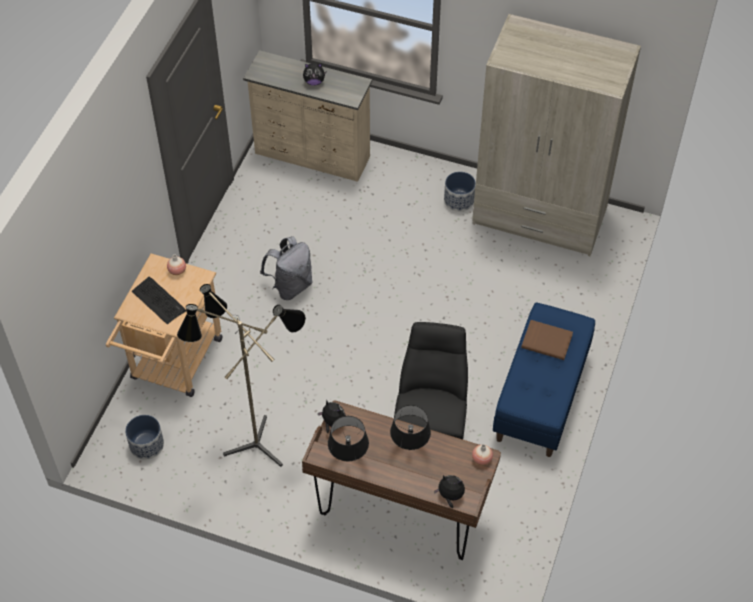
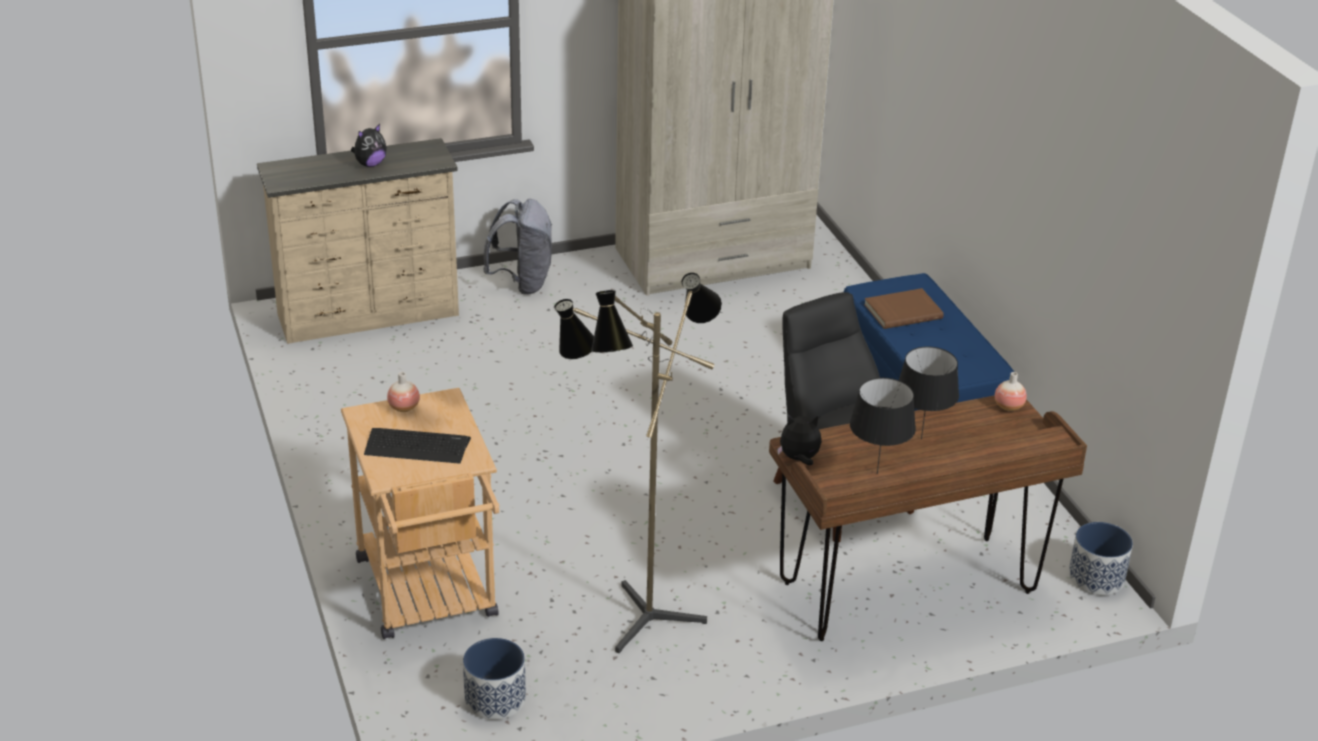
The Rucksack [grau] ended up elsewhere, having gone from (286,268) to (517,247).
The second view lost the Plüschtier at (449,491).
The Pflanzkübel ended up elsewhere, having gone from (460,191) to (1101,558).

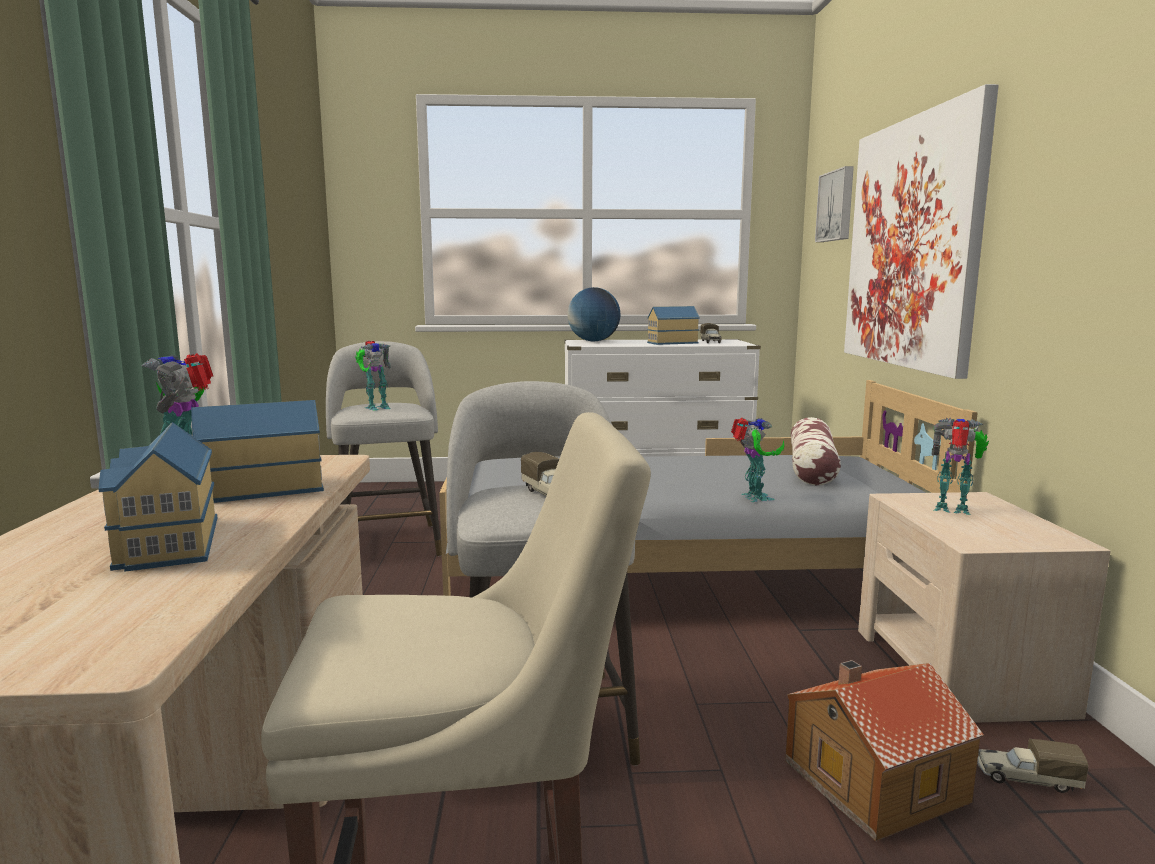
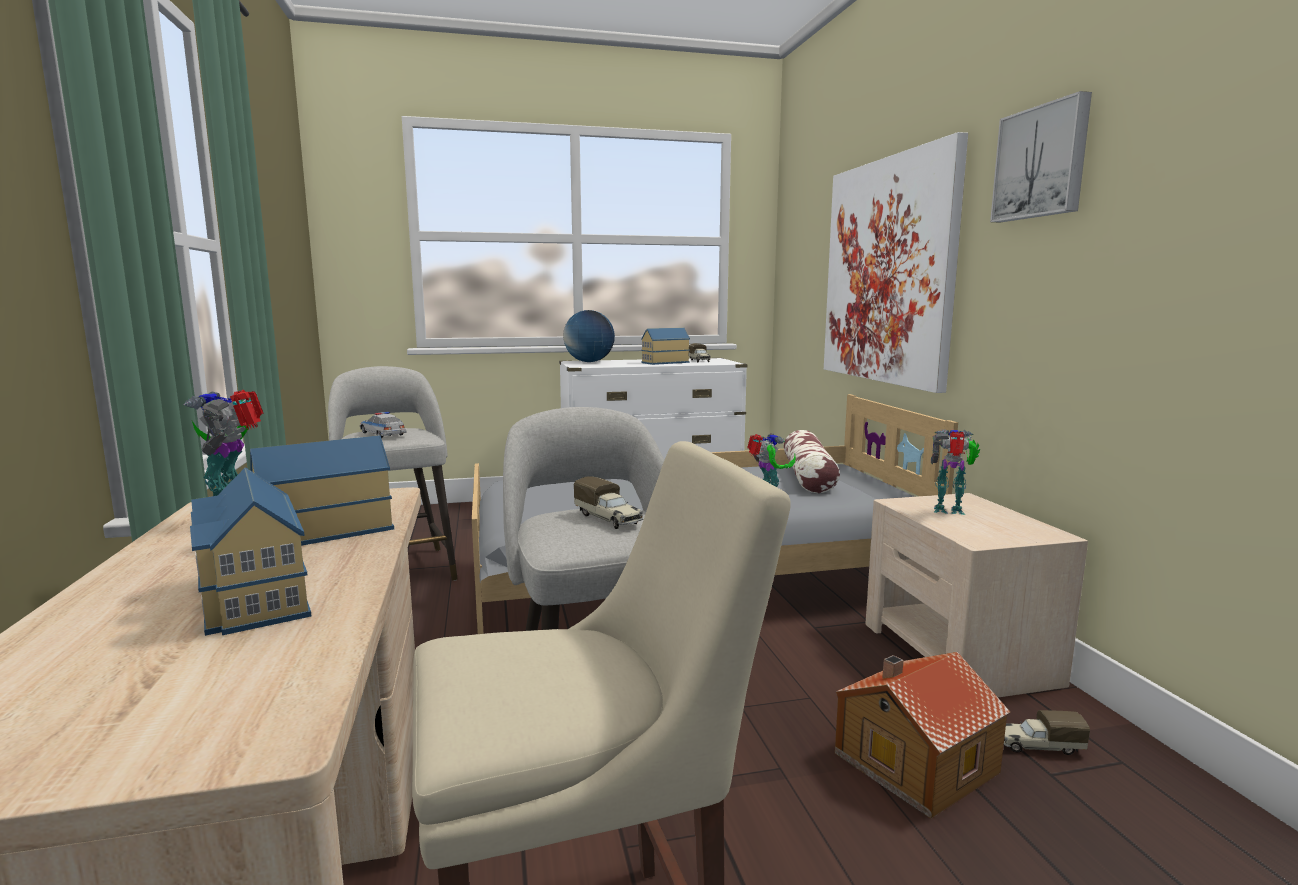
Where the Spielzeugroboter stood at (373,376), the Spielzeugauto came to stand at (383,425).
The Bild ended up elsewhere, having gone from (834,204) to (1041,156).

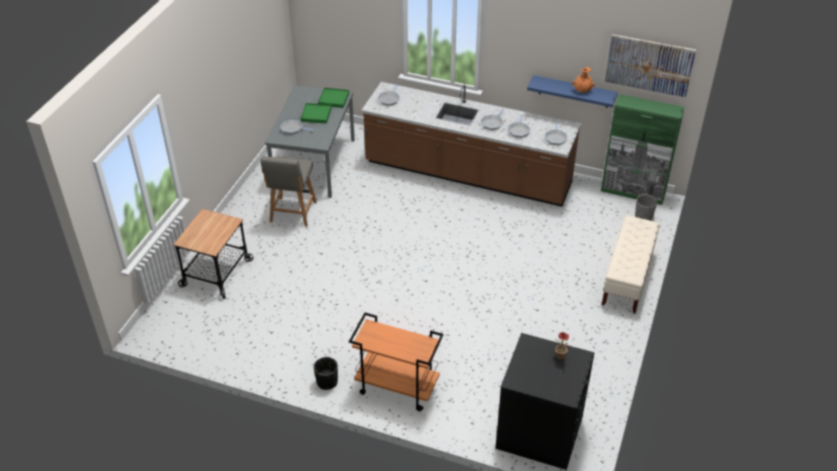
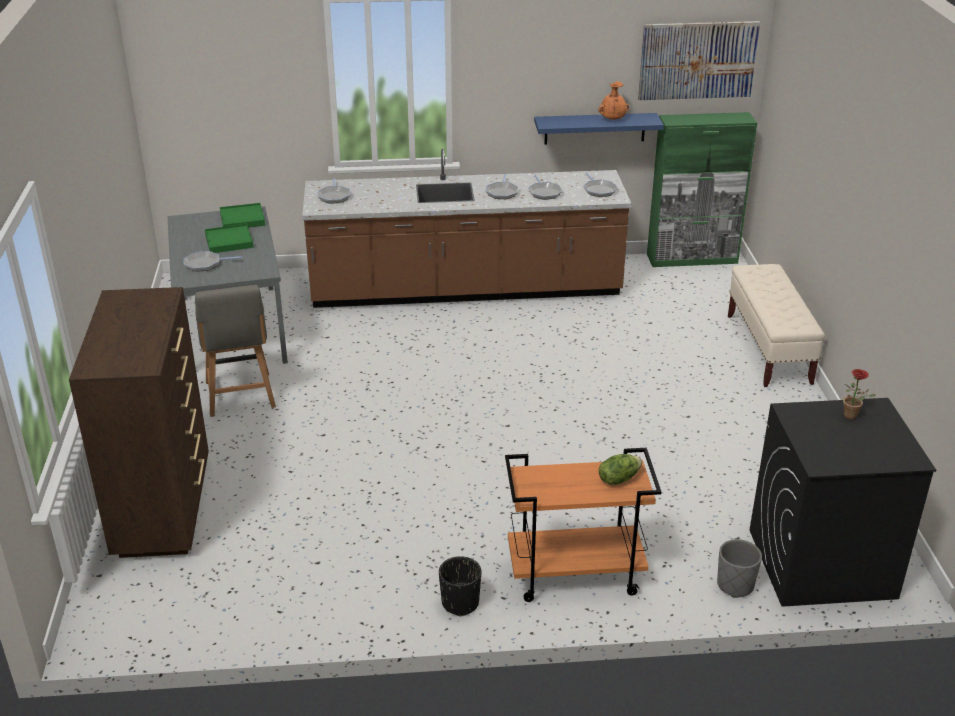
Where the Rollwagen stood at (213,254), the Kommode [braun] came to stand at (139,422).
The Pflanzkübel [grau] ended up elsewhere, having gone from (646,207) to (739,568).
The second view gained the Salatkopf at (620,469).

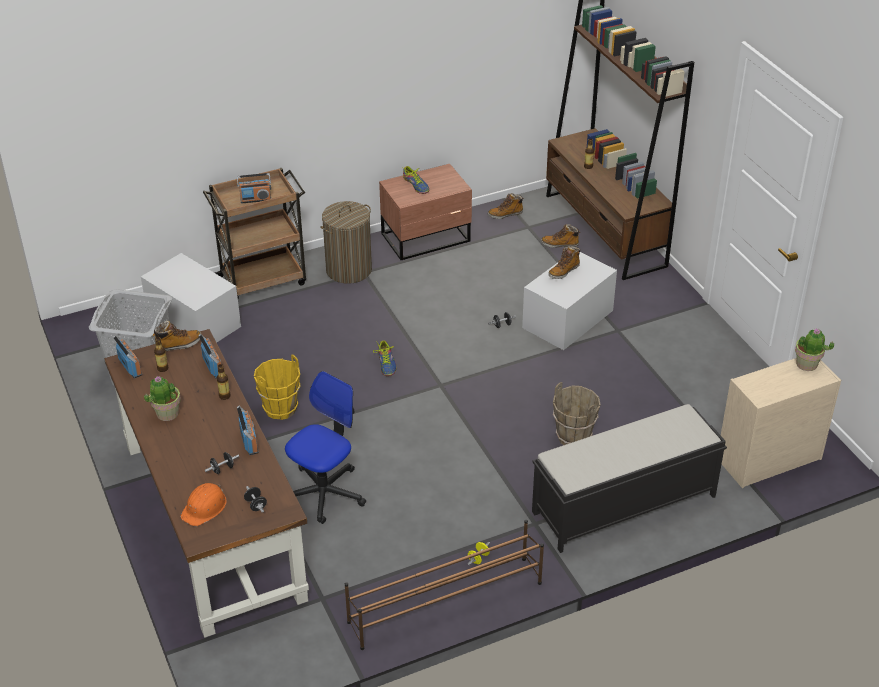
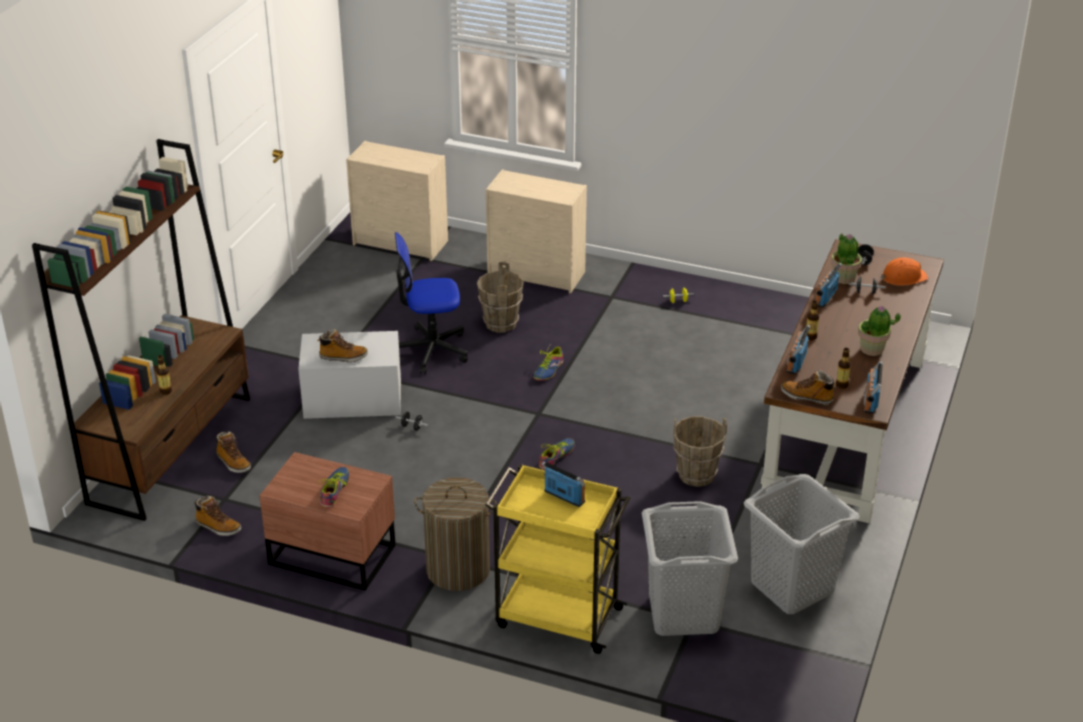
Where the Aufbewahrungsbox [weiß] stood at (191,297), the Wäschekorb [grau] came to stand at (690,568).
What was the Rollwagen [braun] at (254,233) turned into the Rollwagen [gelb] at (557,559).
What was the Eimer [gelb] at (277,387) turned into the Eimer [braun] at (700,451).
The Bürostuhl ended up elsewhere, having gone from (325,447) to (431,303).
The second view lost the Schuhregal [braun] at (444,585).
Where the Bank [schwarz] stood at (629,478), the Kommode [beige] came to stand at (536,231).
The Topfpflanze ended up elsewhere, having gone from (814,349) to (846,258).
The second view gained the Schuh at (548,363).

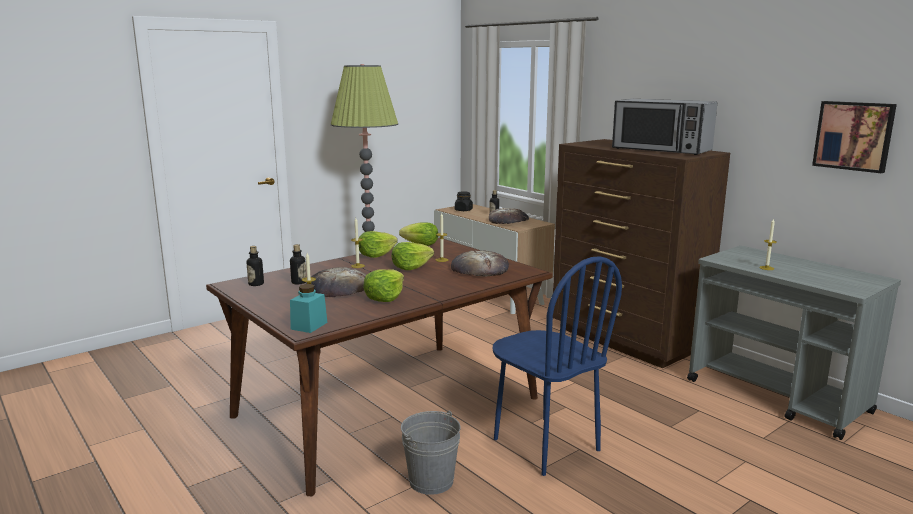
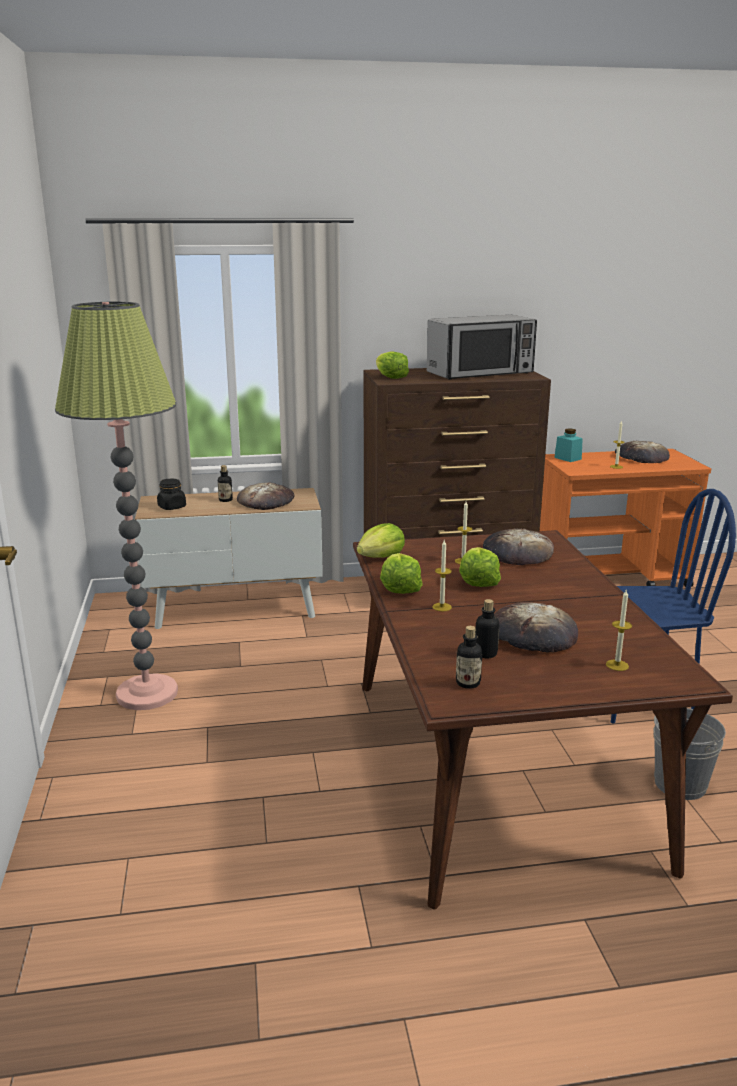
The Vorratsglas [türkis] ended up elsewhere, having gone from (308,308) to (568,445).
The Salatkopf ended up elsewhere, having gone from (383,286) to (392,365).
What was the Rollwagen [grau] at (794,343) turned into the Rollwagen [orange] at (625,518).
The second view lost the Bild at (854,137).
The second view gained the Brot at (642,452).

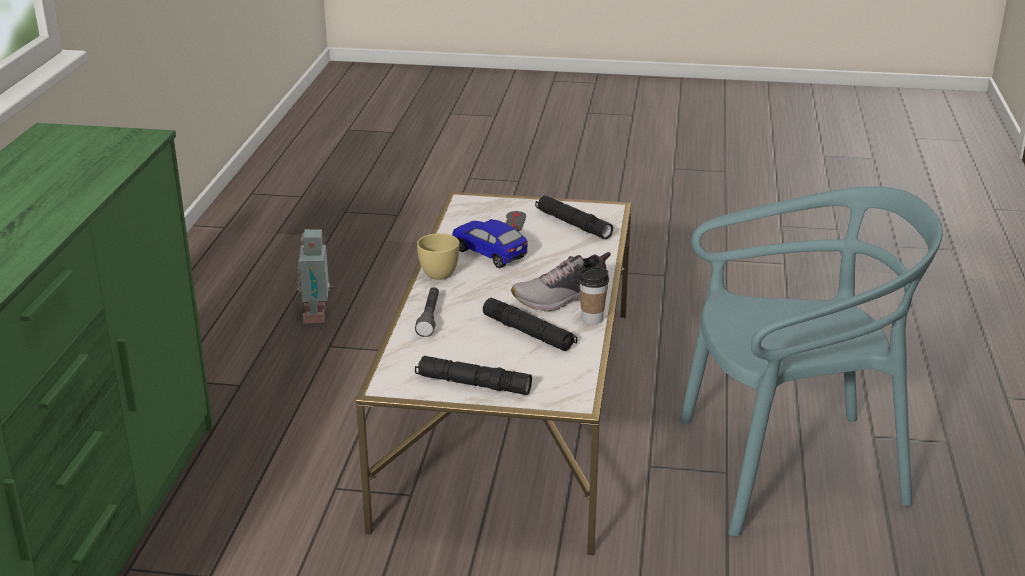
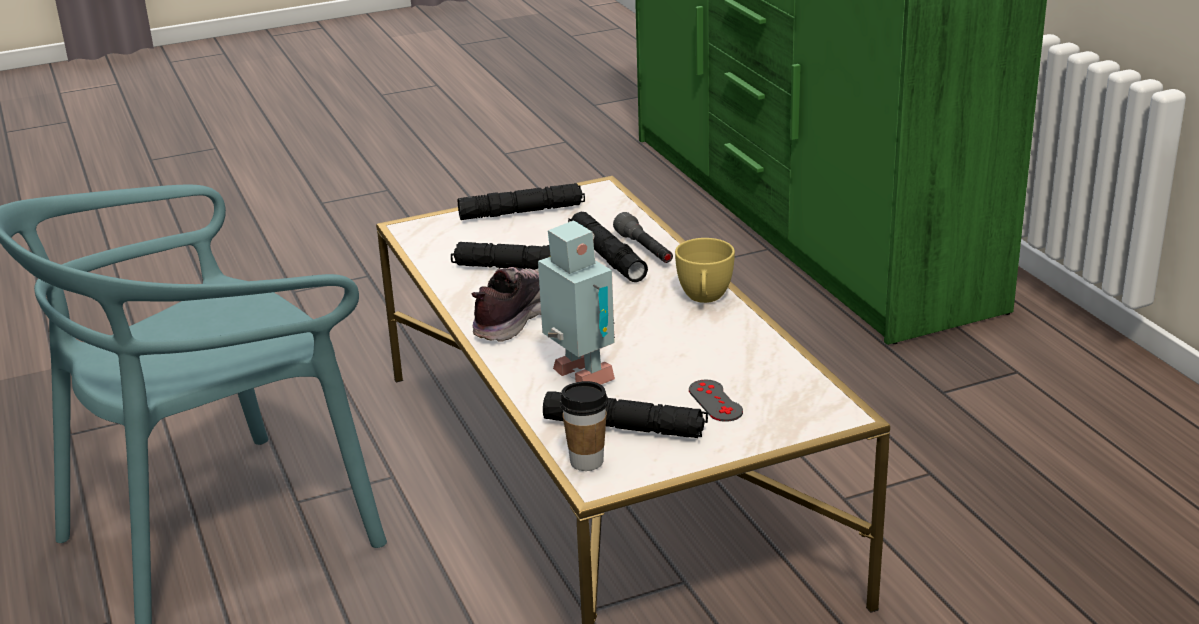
The Spielzeugroboter ended up elsewhere, having gone from (315,276) to (576,302).
The second view lost the Spielzeugauto at (490,244).
The Tasse ended up elsewhere, having gone from (593,296) to (584,426).
The second view gained the Taschenlampe [schwarz] at (608,247).

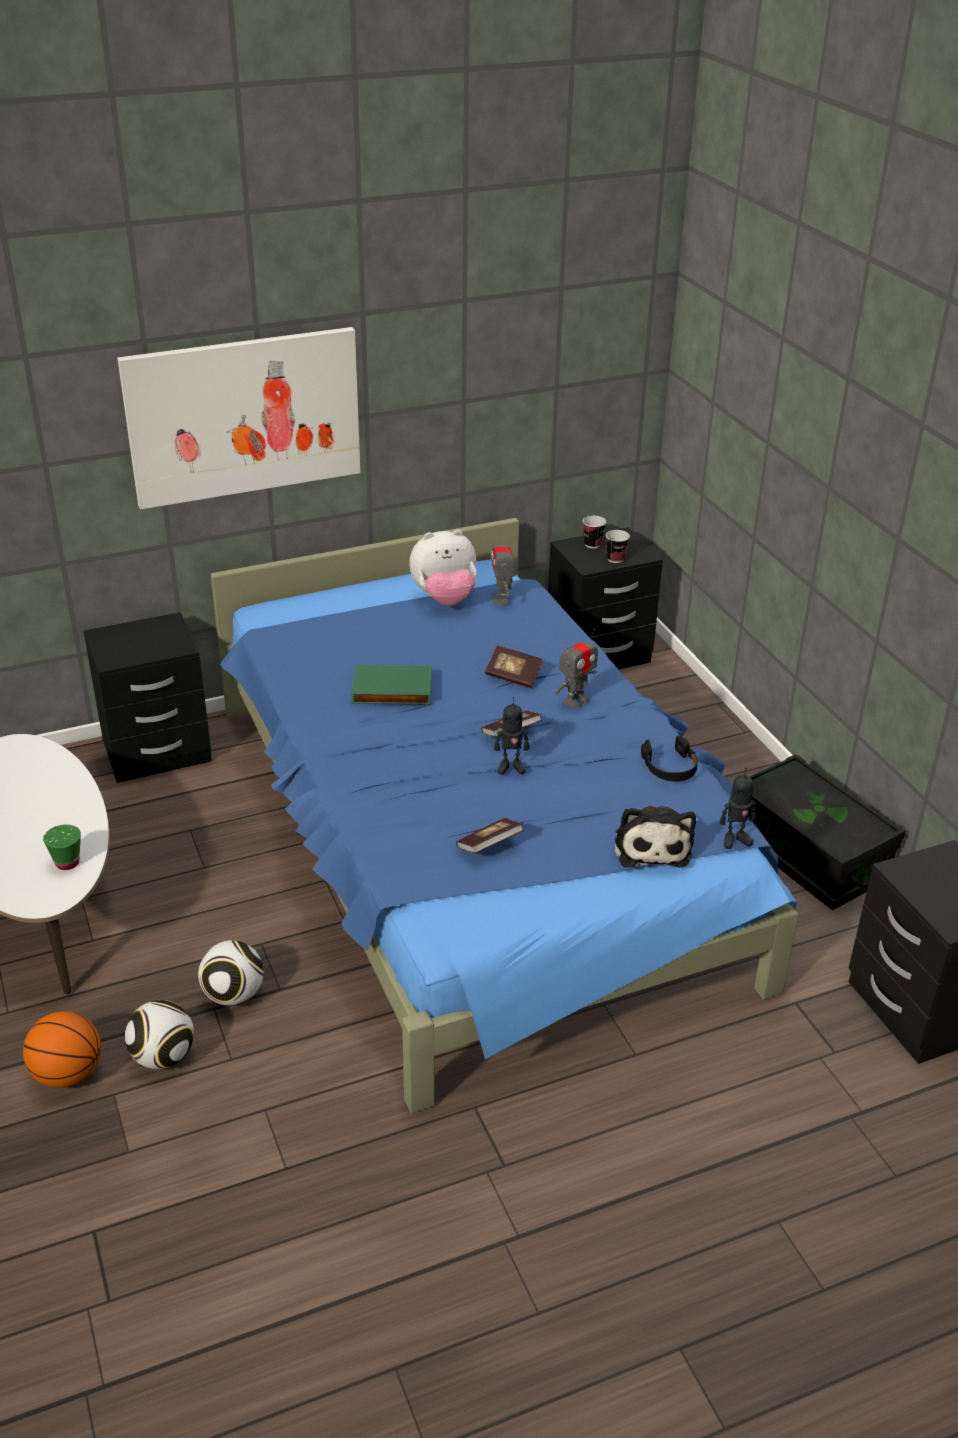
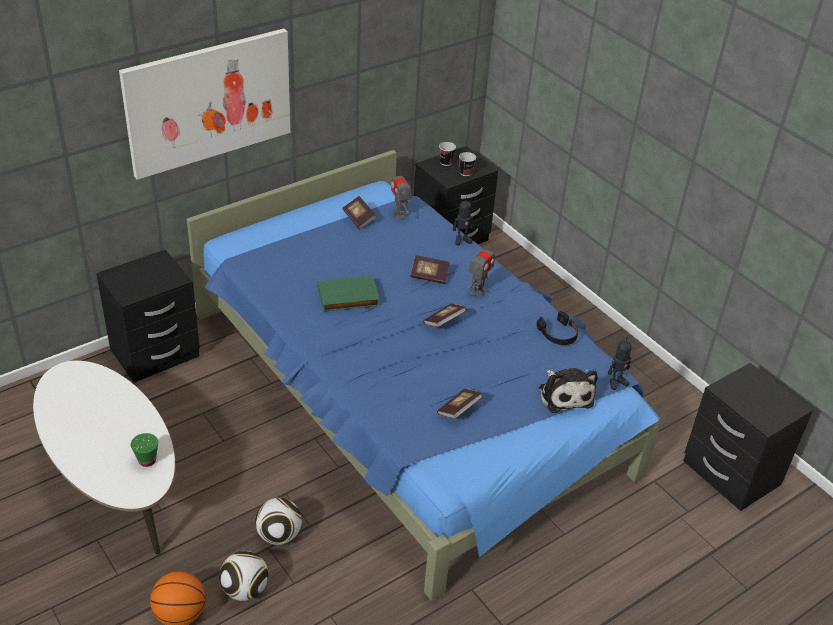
Where the Plüschtier stood at (443,567), the Buch came to stand at (359,213).
The Spielzeugroboter ended up elsewhere, having gone from (511,736) to (463,220).
The second view lost the Aufbewahrungsbox [schwarz] at (827,832).

